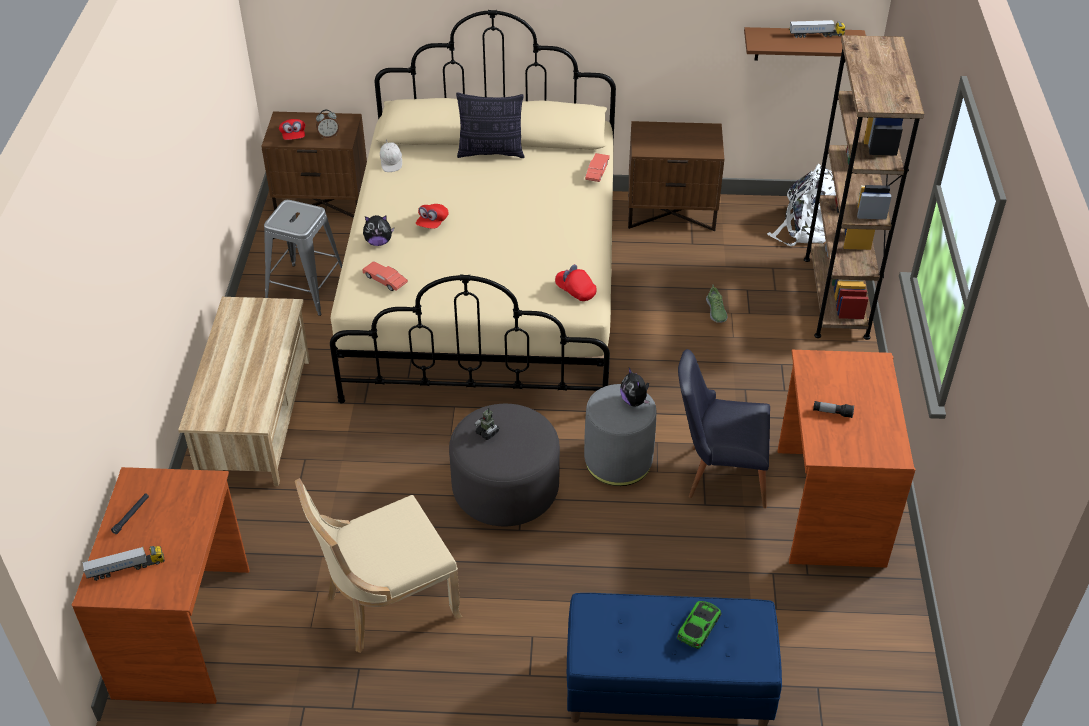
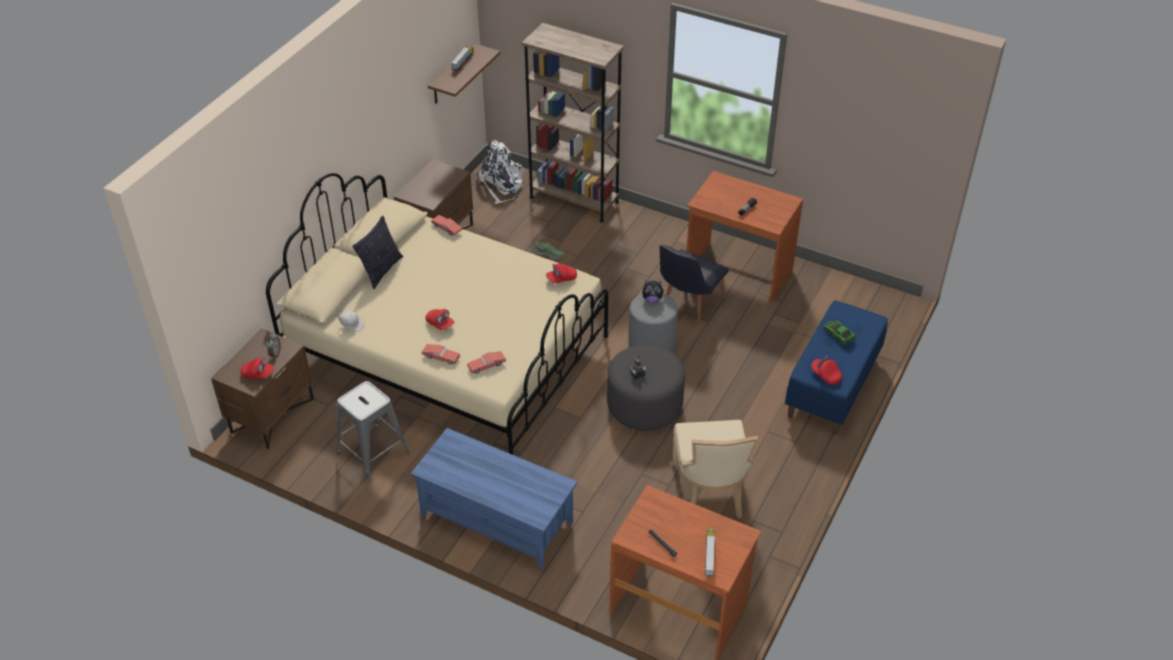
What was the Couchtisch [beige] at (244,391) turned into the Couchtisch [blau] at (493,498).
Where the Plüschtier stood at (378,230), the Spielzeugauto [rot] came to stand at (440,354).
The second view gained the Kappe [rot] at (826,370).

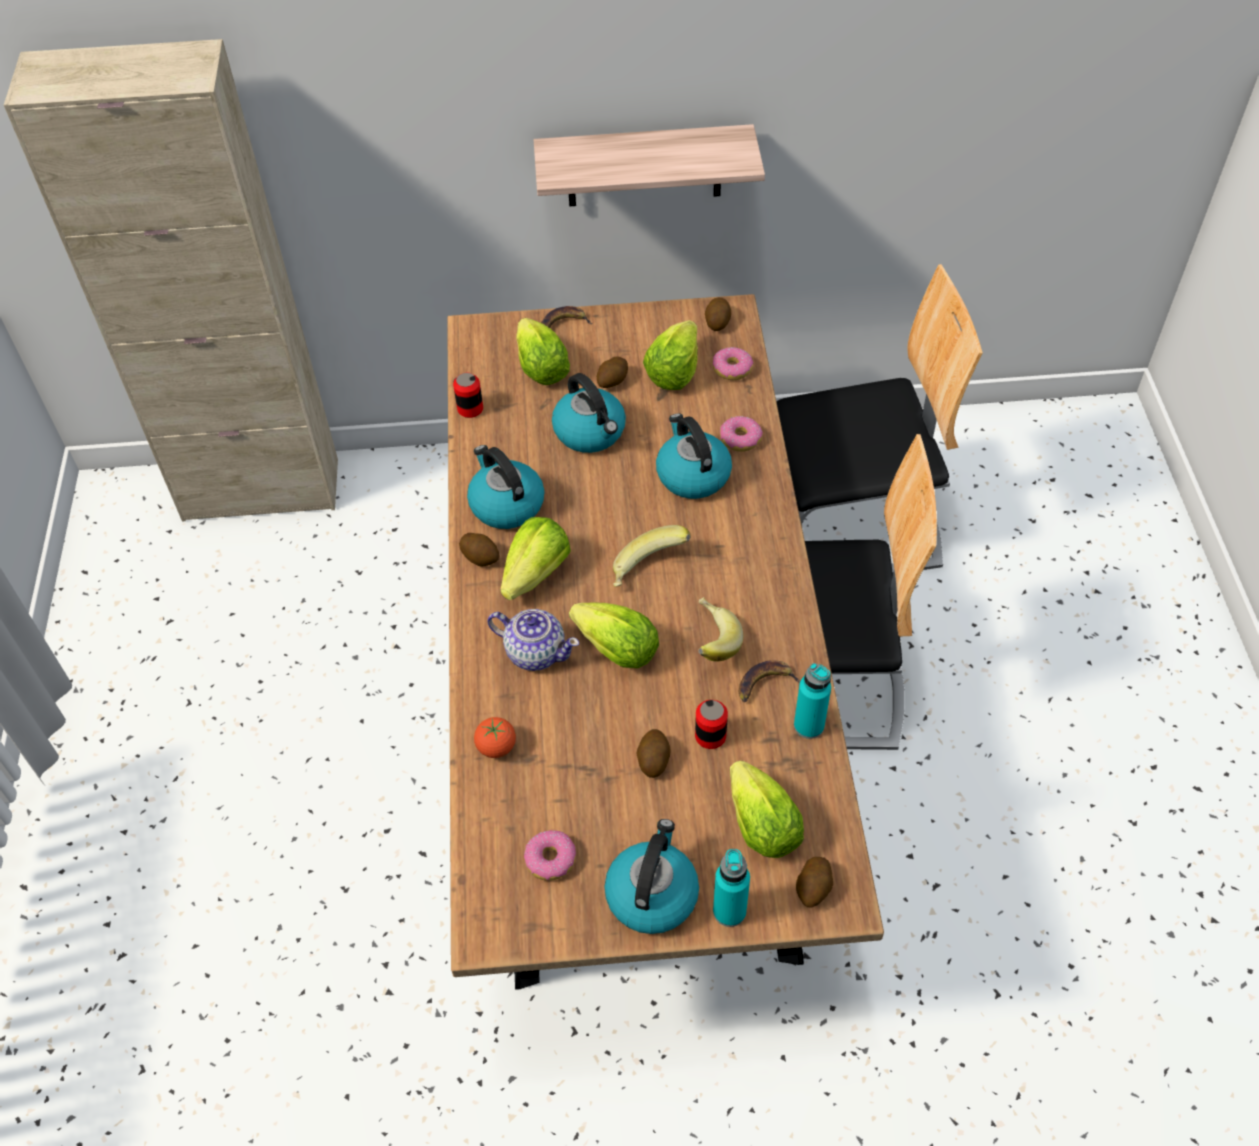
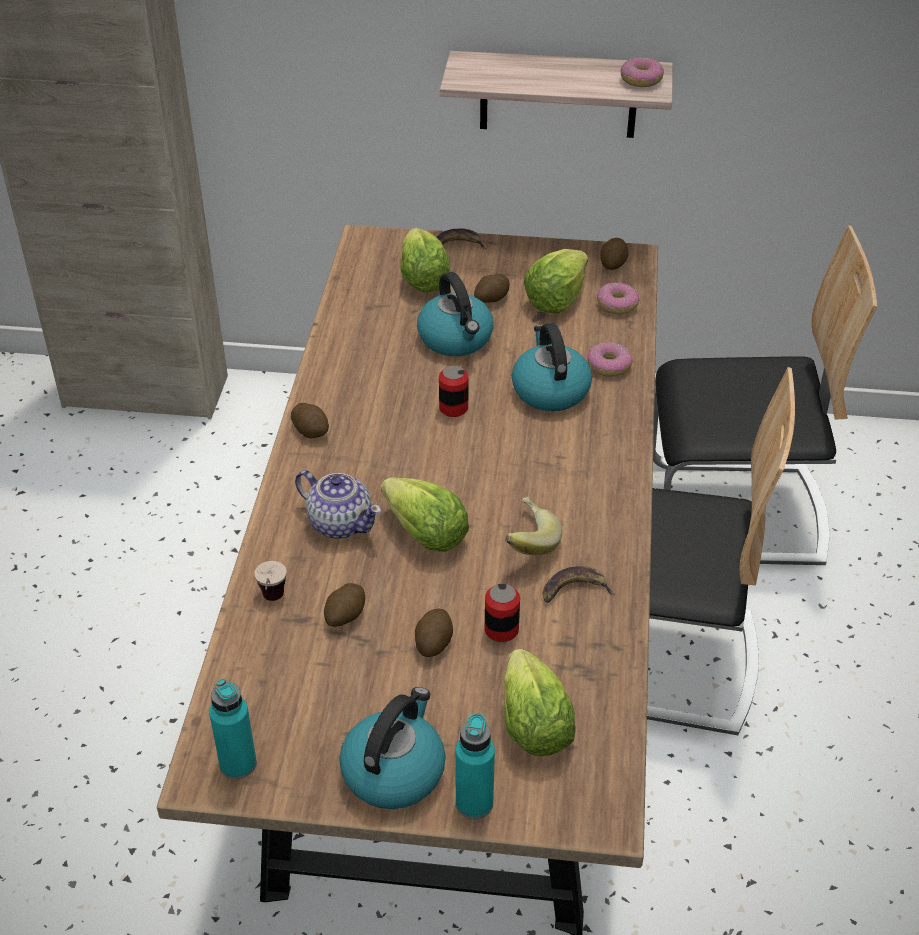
The Dose ended up elsewhere, having gone from (468,395) to (454,391).
The second view lost the Wasserkessel at (505,487).
Where the Tomate stood at (495,737), the Tasse came to stand at (270,581).
The second view lost the Salatkopf at (535,558).
The Donut ended up elsewhere, having gone from (550,855) to (642,72).
The second view lost the Banane at (651,556).
The Flasche [türkis] ended up elsewhere, having gone from (812,701) to (233,729).
The Kartoffel ended up elsewhere, having gone from (814,882) to (344,605).

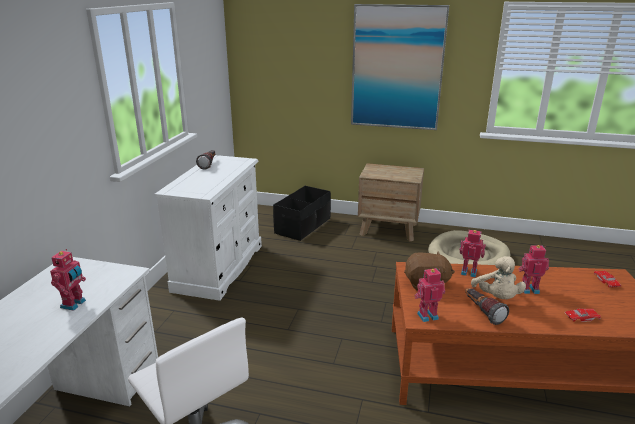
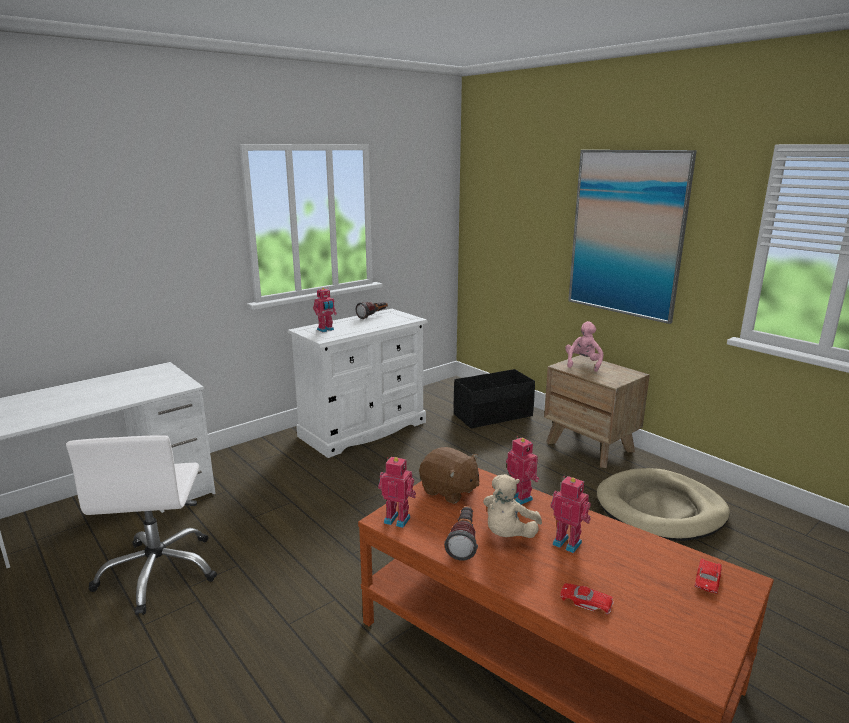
The Spielzeugroboter ended up elsewhere, having gone from (68,280) to (325,310).
The second view gained the Plüschtier [rosa] at (584,346).

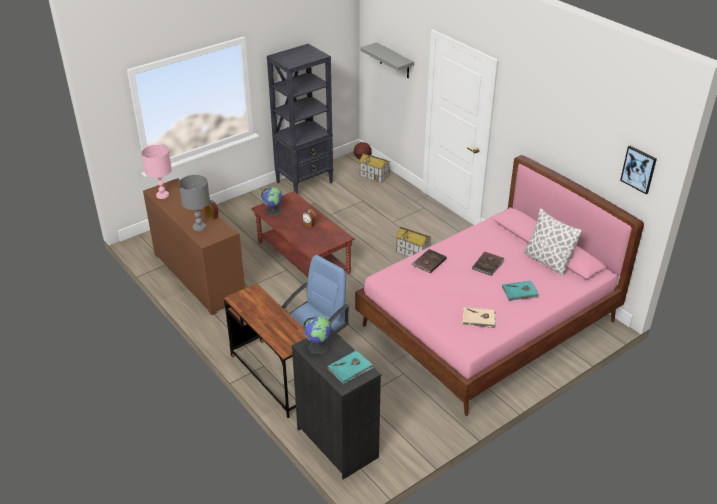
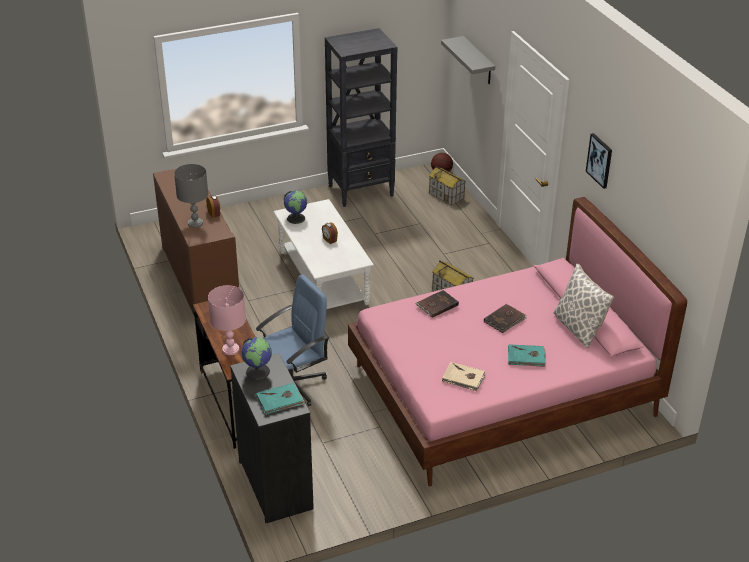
The Tischlampe [rosa] ended up elsewhere, having gone from (156,172) to (227,320).
What was the Couchtisch [braun] at (302,234) turned into the Couchtisch [weiß] at (323,254).
The Bild ended up elsewhere, having gone from (638,170) to (599,161).

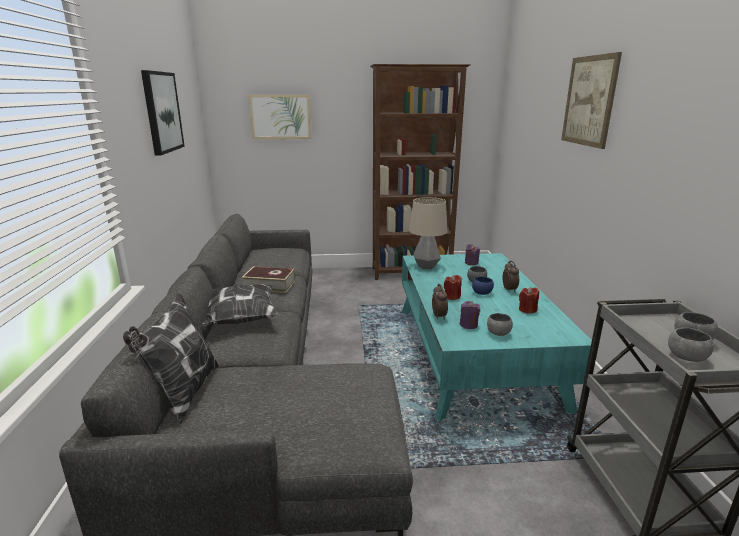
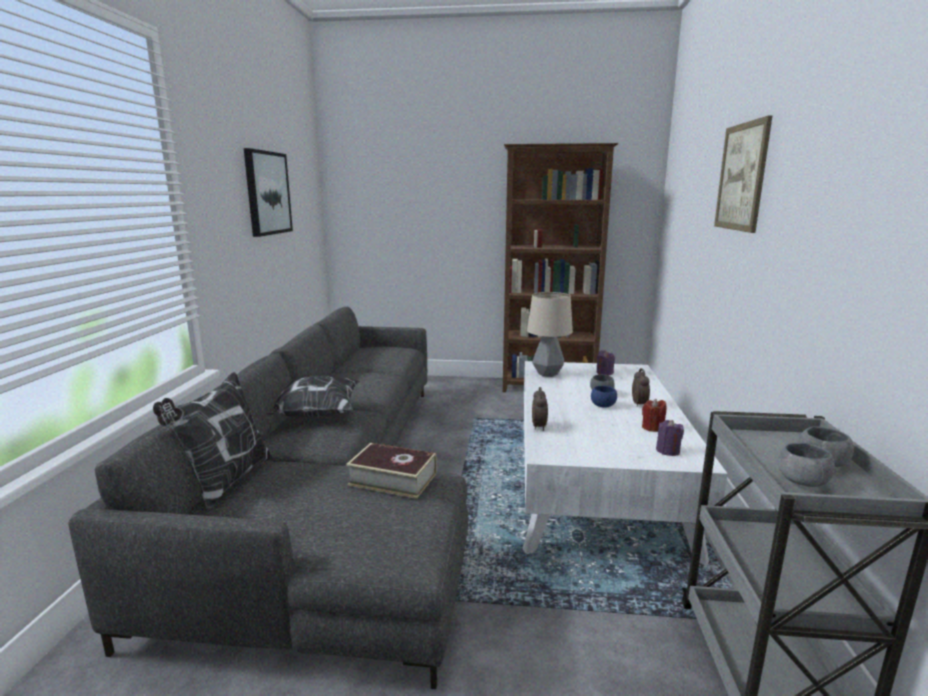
The Buch ended up elsewhere, having gone from (268,279) to (391,471).
The second view lost the Bild at (280,117).
What was the Couchtisch [türkis] at (497,337) turned into the Couchtisch [weiß] at (625,463).
The second view lost the Kerze [rot] at (453,287).
The Kerze [lila] ended up elsewhere, having gone from (470,315) to (670,438).
The second view lost the Schüssel [grau] at (500,324).

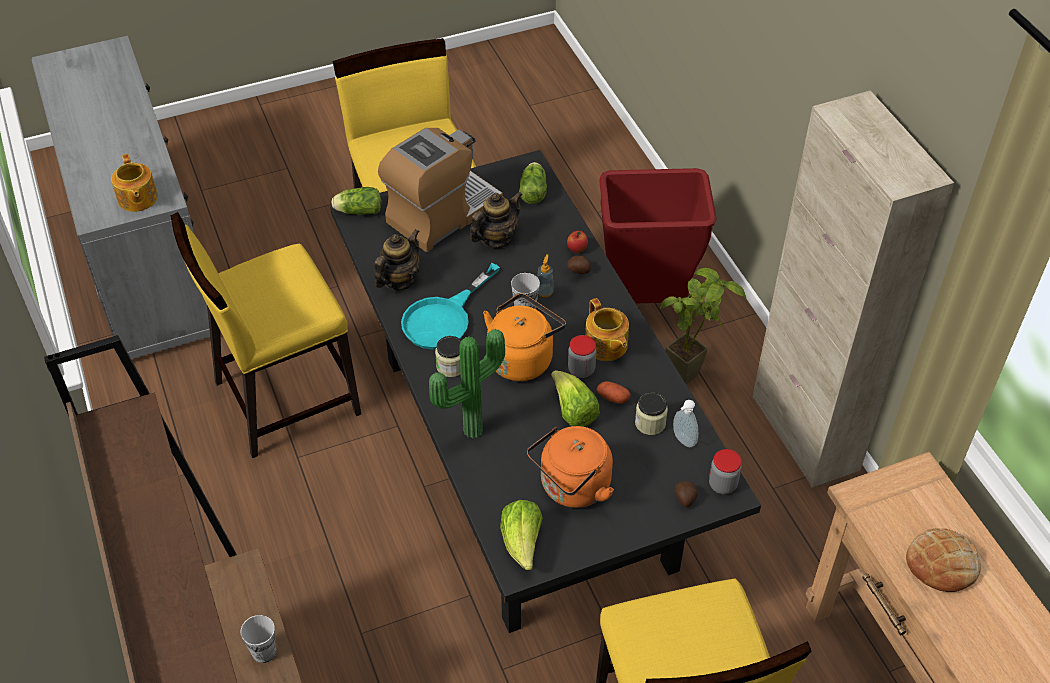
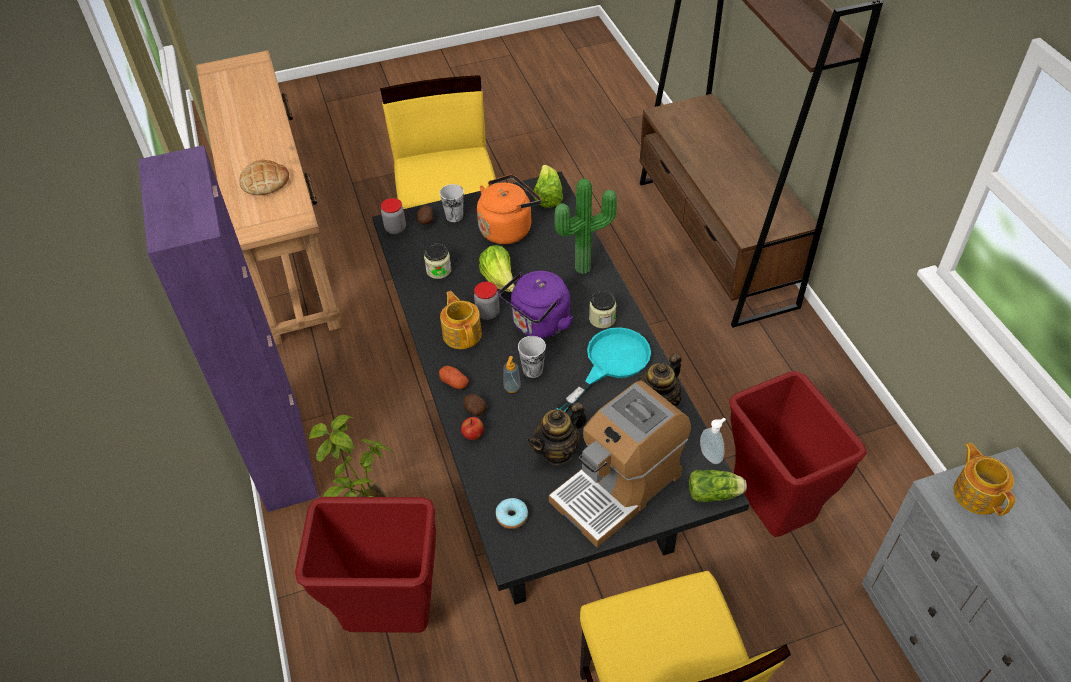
Where the Stuhl [gelb] stood at (266,335), the Mülleimer [rot] came to stand at (798,454).
The Tasse ended up elsewhere, having gone from (258,639) to (452,203).
What was the Wasserkessel [orange] at (524,337) turned into the Wasserkessel [lila] at (536,304).
Where the Salatkopf stood at (533,183), the Donut came to stand at (512,513).
The Kartoffel ended up elsewhere, having gone from (614,392) to (454,377).
The Seifenspender ended up elsewhere, having gone from (685,423) to (713,441).
What was the Schrank [beige] at (853,289) turned into the Schrank [lila] at (228,328).

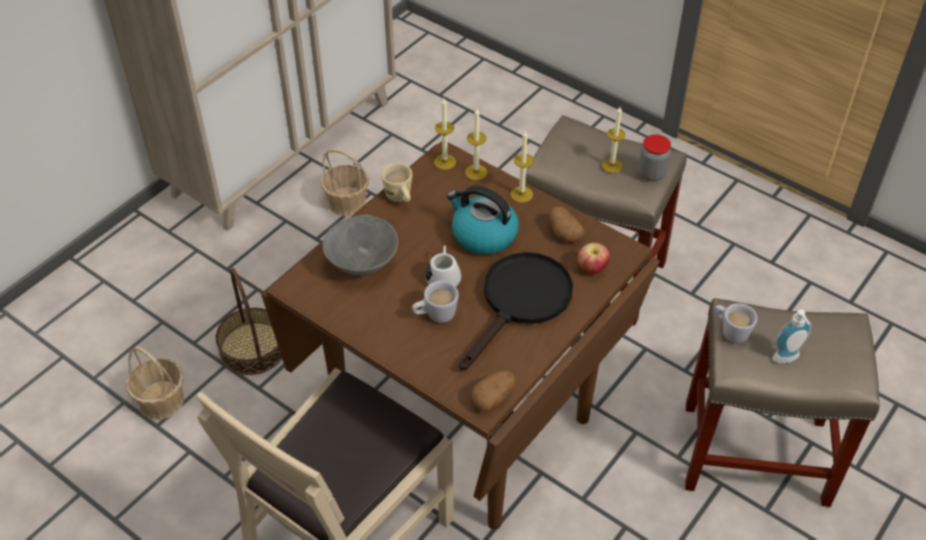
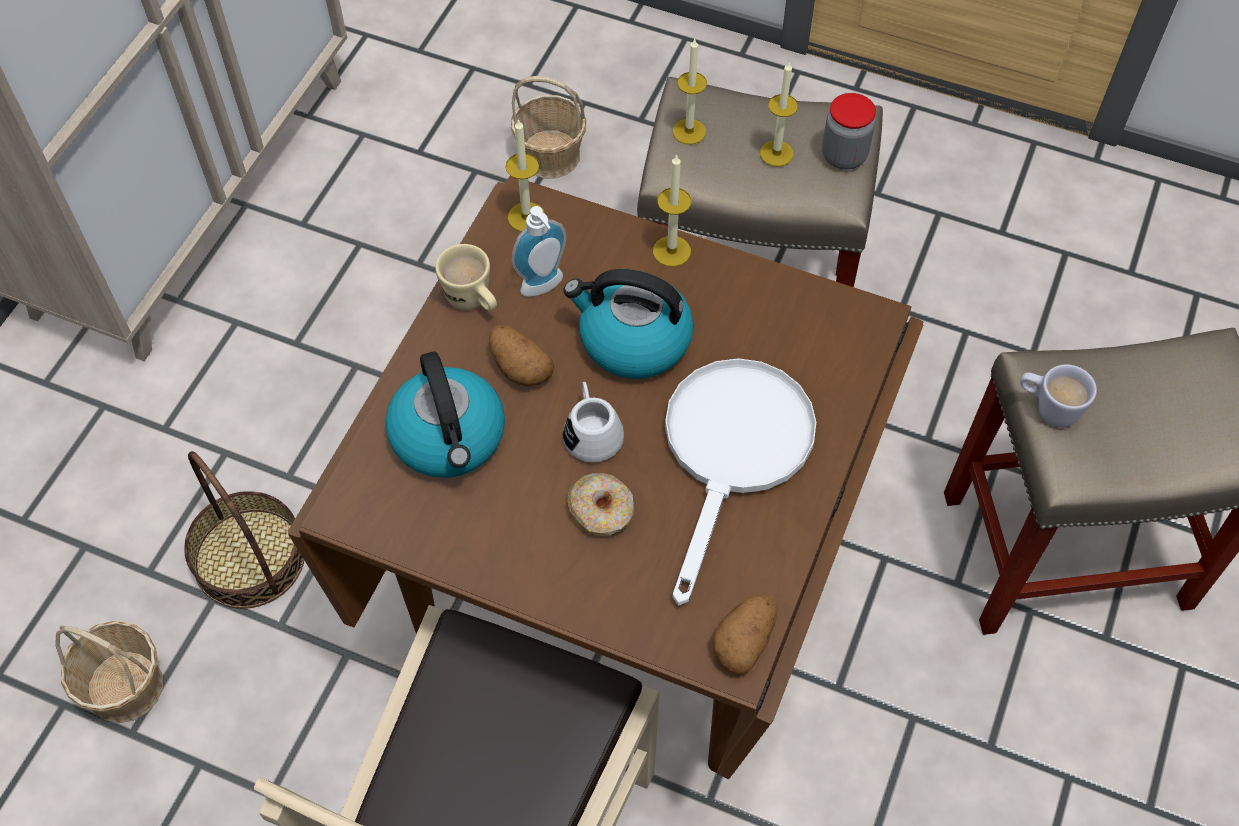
The Korb ended up elsewhere, having gone from (345,182) to (548,127).
Where the Schüssel [grau] stood at (360,245), the Wasserkessel came to stand at (445,414).
Where the Henkelbecher [weiß] stood at (435,302), the Donut came to stand at (600,505).
What was the Pfanne [schwarz] at (516,311) turned into the Pfanne [weiß] at (740,481).
The Kerze ended up elsewhere, having gone from (476,144) to (690,91).
The Kartoffel ended up elsewhere, having gone from (567,224) to (521,355).
The second view lost the Apfel at (594,258).
The Seifenspender ended up elsewhere, having gone from (792,336) to (539,251).

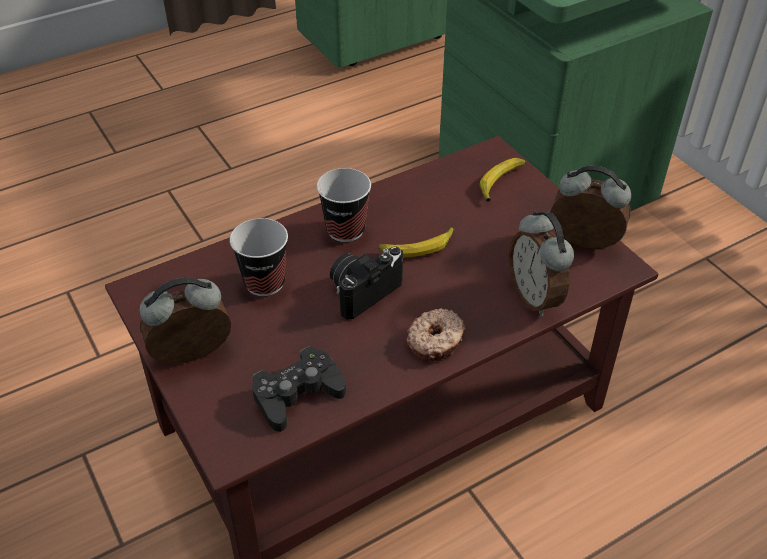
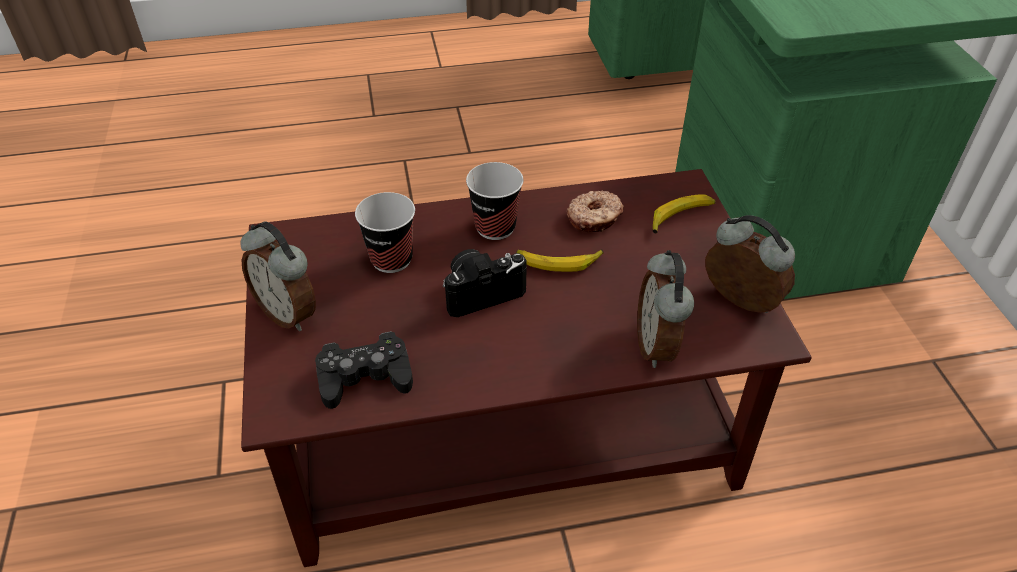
The Wecker at (185,320) ended up facing another way, 135 degrees counterclockwise from before.
The Donut ended up elsewhere, having gone from (435,334) to (595,211).

